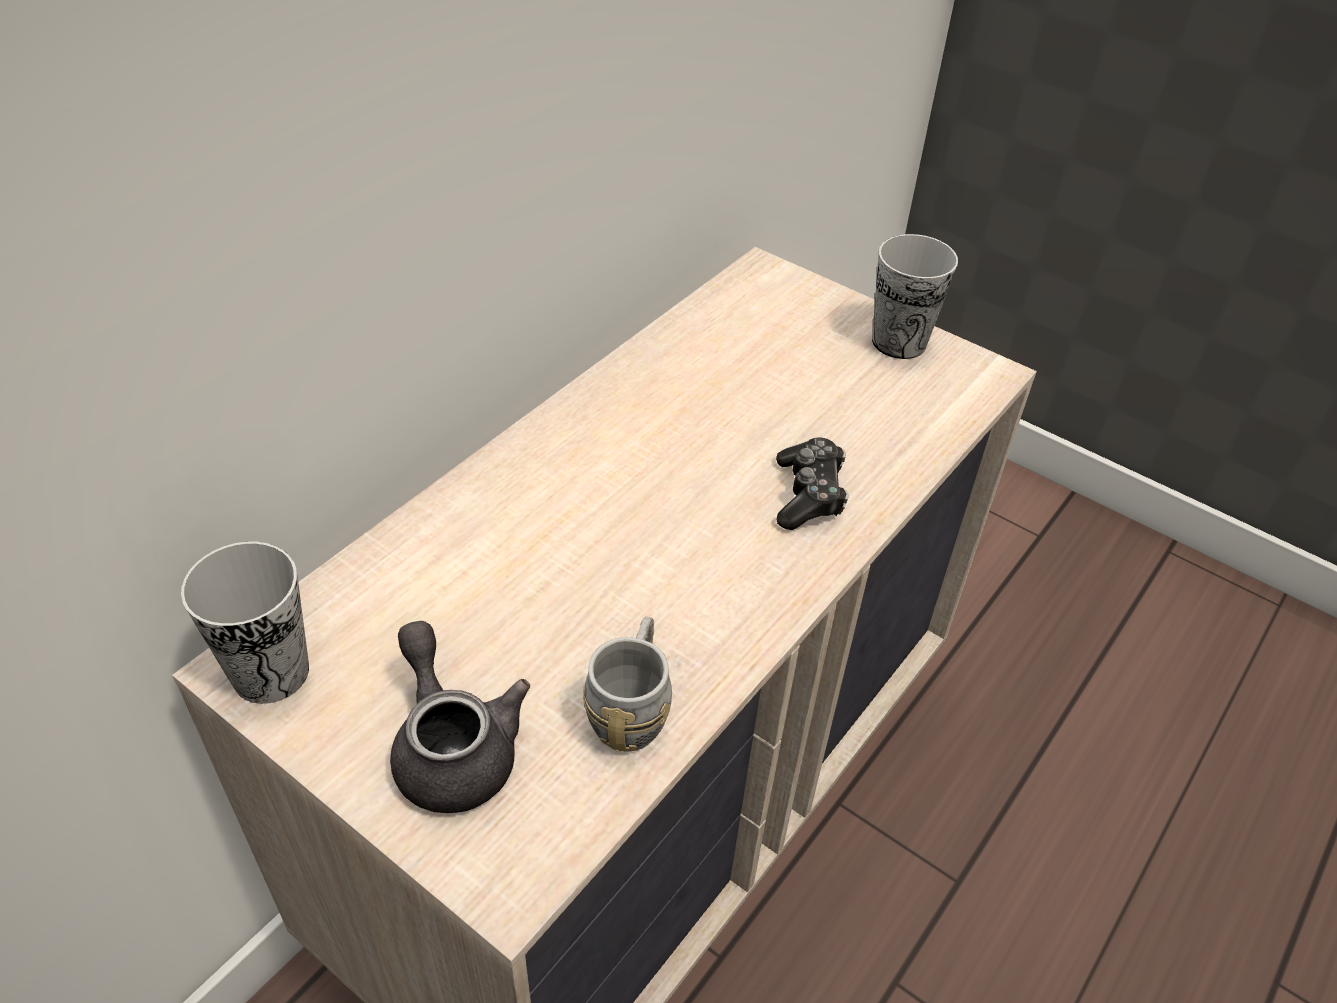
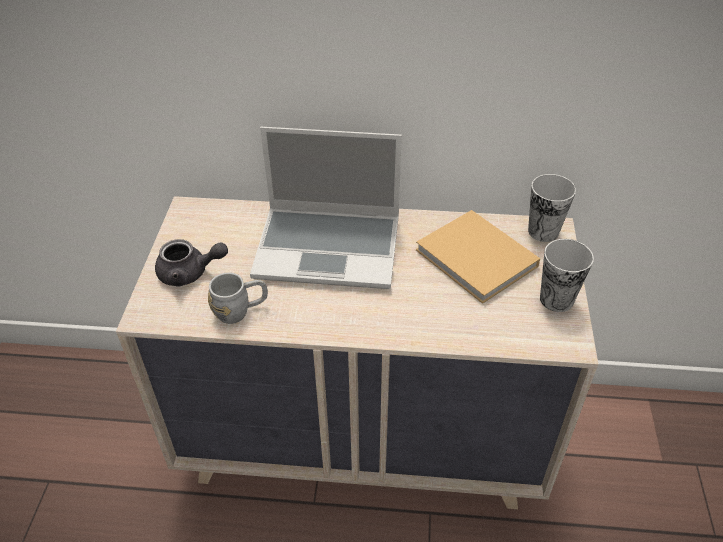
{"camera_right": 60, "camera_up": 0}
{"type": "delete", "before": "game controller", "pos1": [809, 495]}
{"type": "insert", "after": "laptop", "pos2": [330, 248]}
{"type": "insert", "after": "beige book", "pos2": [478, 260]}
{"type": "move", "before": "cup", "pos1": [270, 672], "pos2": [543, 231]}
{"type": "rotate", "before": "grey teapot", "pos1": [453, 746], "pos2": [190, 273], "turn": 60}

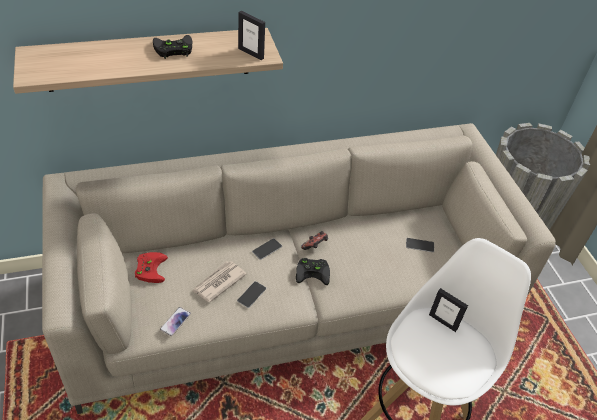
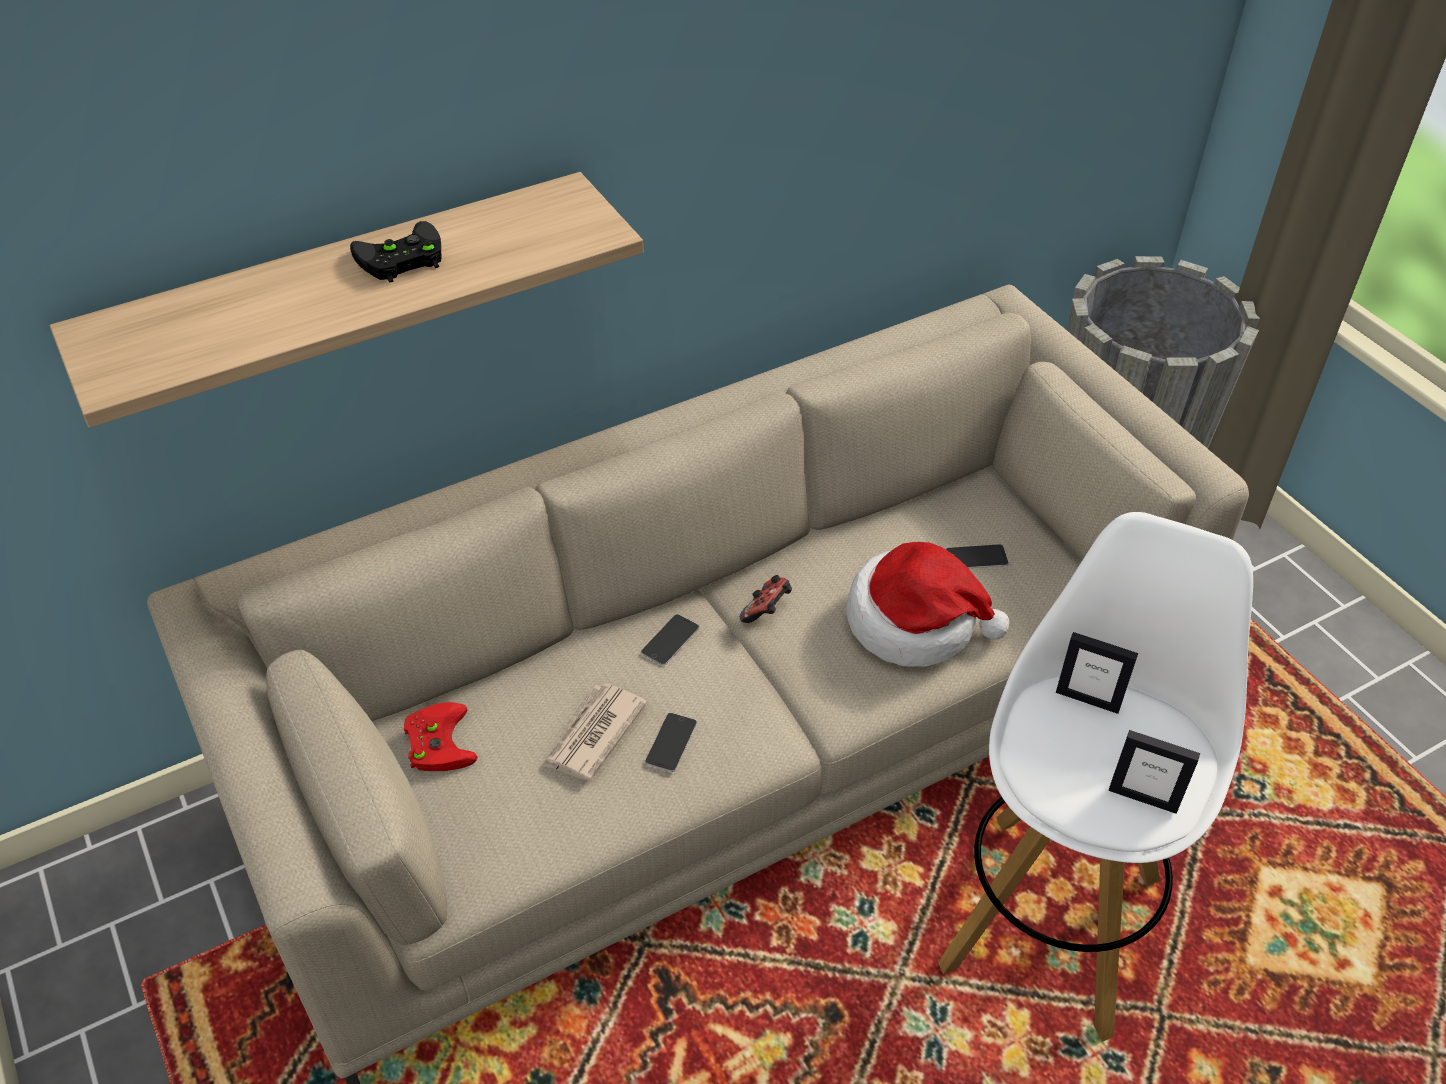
{"camera_right": -10, "camera_up": 0}
{"type": "delete", "before": "phone", "pos1": [175, 321]}
{"type": "delete", "before": "black game controller", "pos1": [313, 272]}
{"type": "insert", "after": "hat", "pos2": [915, 622]}
{"type": "move", "before": "picture frame", "pos1": [251, 53], "pos2": [1143, 798]}

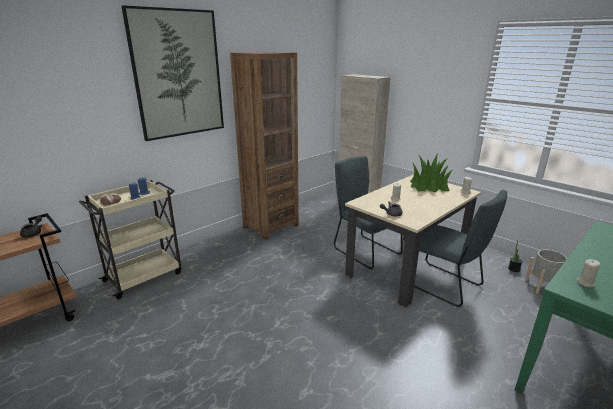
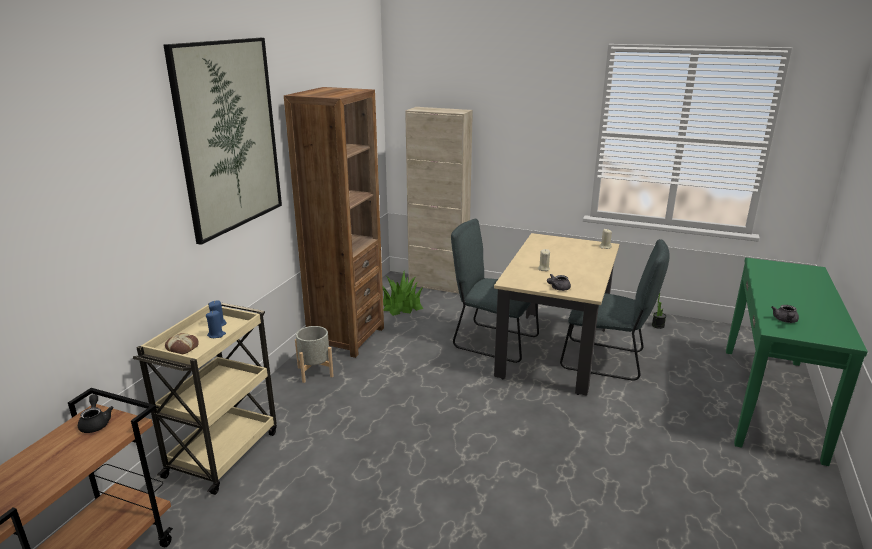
{"camera_right": -25, "camera_up": 0}
{"type": "move", "before": "potted plant", "pos1": [428, 186], "pos2": [401, 306]}
{"type": "move", "before": "grey planter", "pos1": [542, 287], "pos2": [315, 372]}
{"type": "replace", "before": "beige candle", "after": "grey teapot", "pos1": [585, 283], "pos2": [785, 321]}

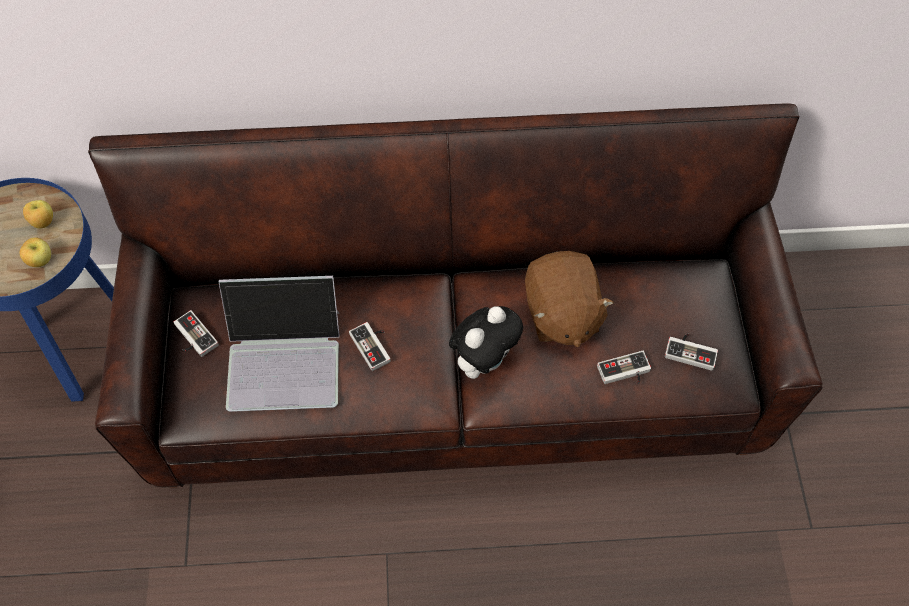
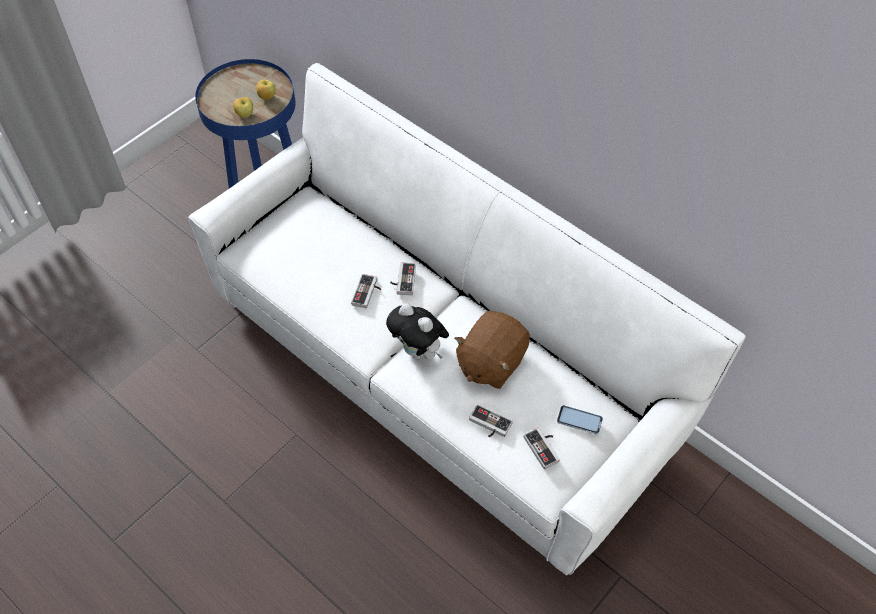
{"camera_right": 45, "camera_up": -5}
{"type": "delete", "before": "laptop", "pos1": [285, 358]}
{"type": "insert", "after": "phone", "pos2": [579, 420]}
{"type": "move", "before": "game controller", "pos1": [192, 338], "pos2": [402, 280]}
{"type": "recolor", "before": "brown sofa", "after": "white sofa", "pos1": [455, 376], "pos2": [439, 375]}
{"type": "rotate", "before": "plush toy", "pos1": [484, 361], "pos2": [419, 351], "turn": 45}

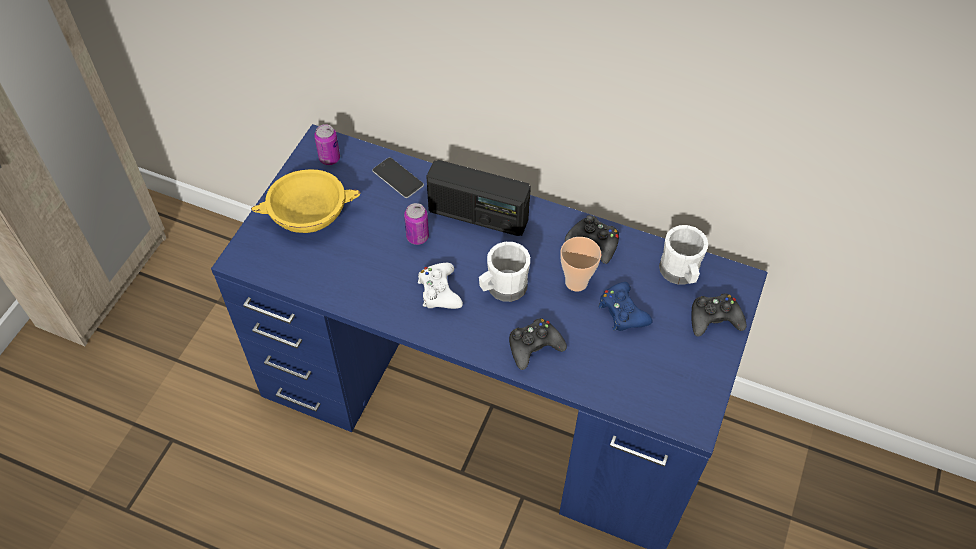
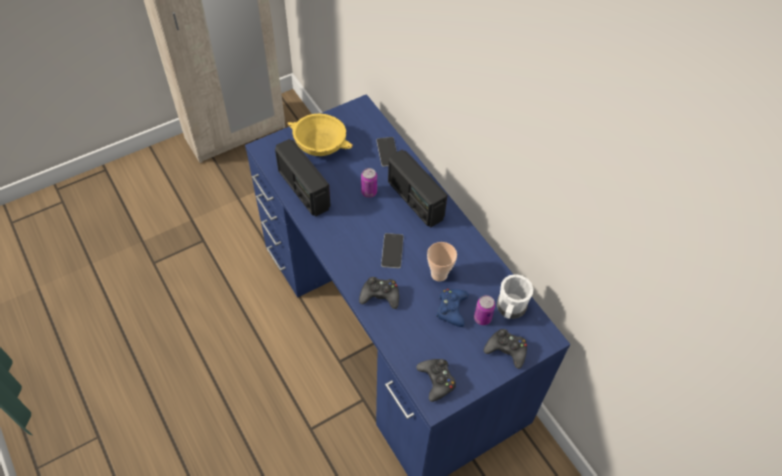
{"camera_right": 35, "camera_up": 0}
{"type": "delete", "before": "white game controller", "pos1": [439, 291]}
{"type": "insert", "after": "radio", "pos2": [303, 189]}
{"type": "move", "before": "can", "pos1": [329, 158], "pos2": [482, 318]}
{"type": "move", "before": "black game controller", "pos1": [594, 243], "pos2": [436, 380]}
{"type": "replace", "before": "white mug", "after": "phone", "pos1": [503, 287], "pos2": [392, 250]}

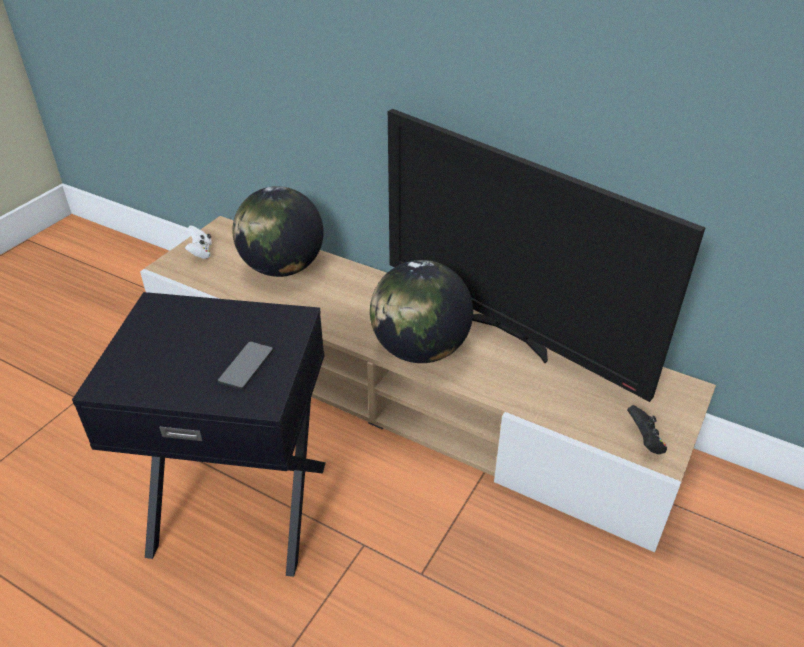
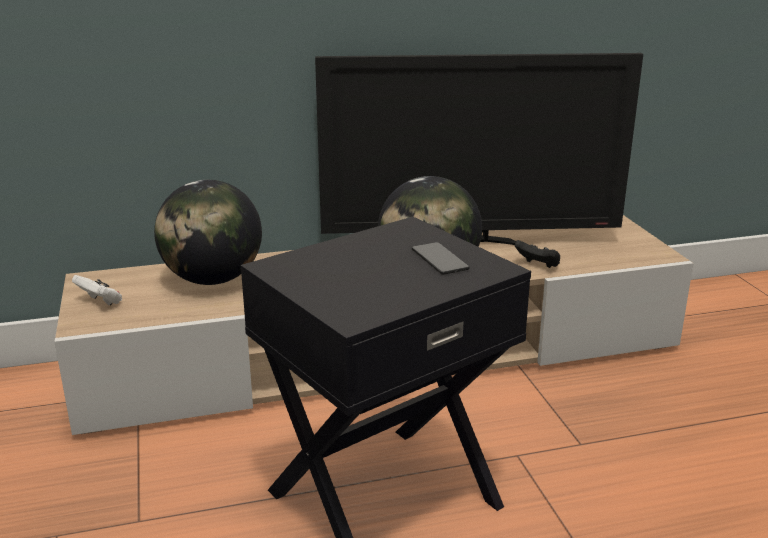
{"camera_right": -45, "camera_up": -15}
{"type": "move", "before": "black game controller", "pos1": [644, 441], "pos2": [538, 265]}

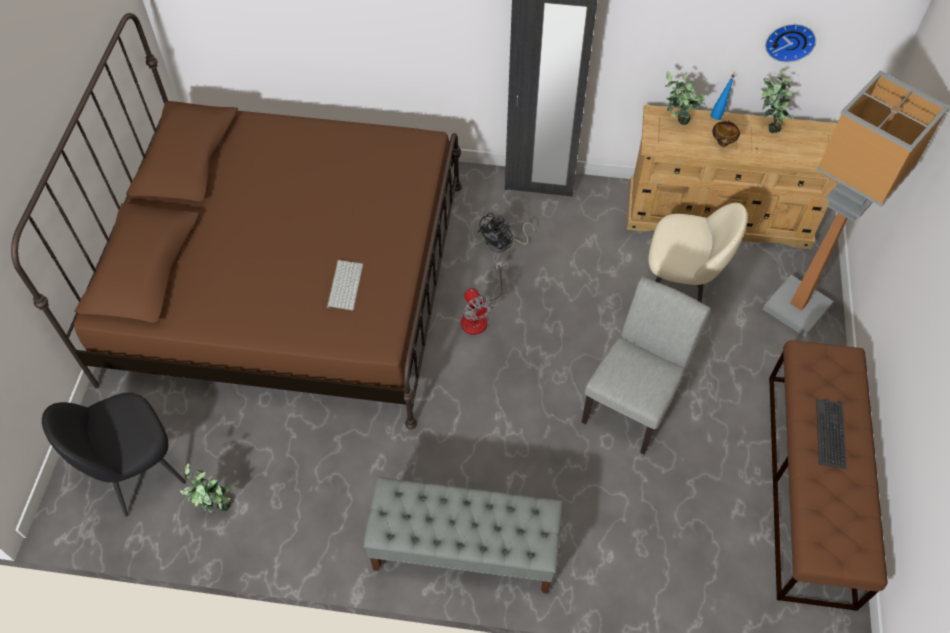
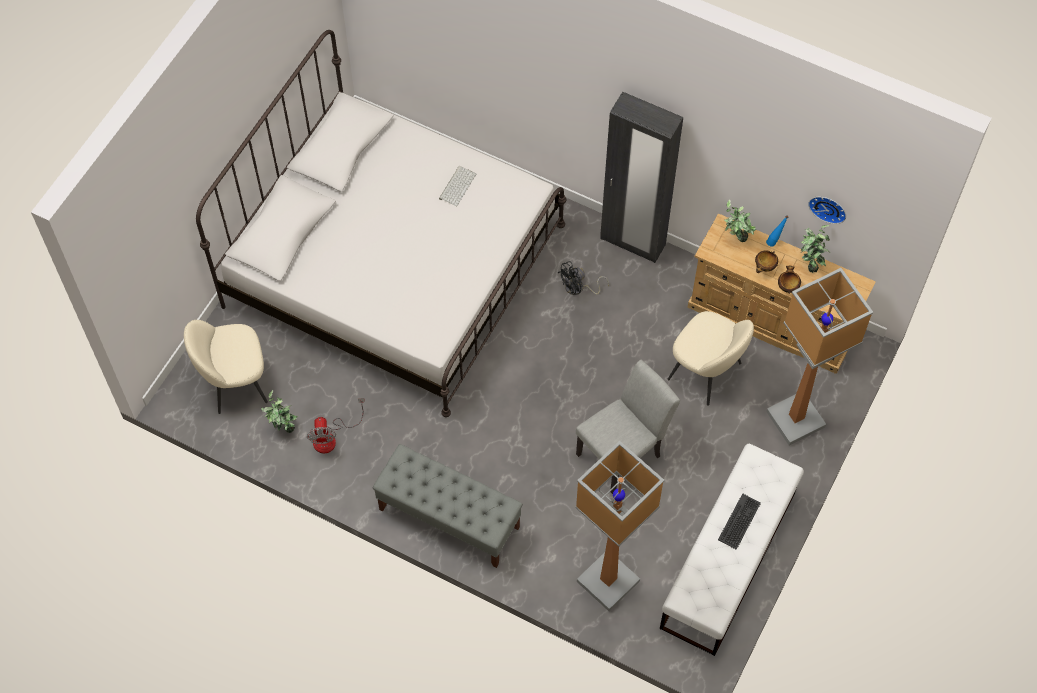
{"camera_right": 20, "camera_up": 5}
{"type": "insert", "after": "floor lamp", "pos2": [608, 582]}
{"type": "insert", "after": "bowl", "pos2": [787, 287]}
{"type": "move", "before": "keyboard", "pos1": [344, 285], "pos2": [457, 185]}
{"type": "move", "before": "fan", "pos1": [478, 315], "pos2": [331, 437]}
{"type": "recolor", "before": "brown bed", "after": "white bed", "pos1": [288, 280], "pos2": [393, 265]}
{"type": "recolor", "before": "black chair", "after": "beige chair", "pos1": [137, 471], "pos2": [235, 382]}
{"type": "recolor", "before": "brown bench", "after": "white bench", "pos1": [810, 487], "pos2": [728, 560]}

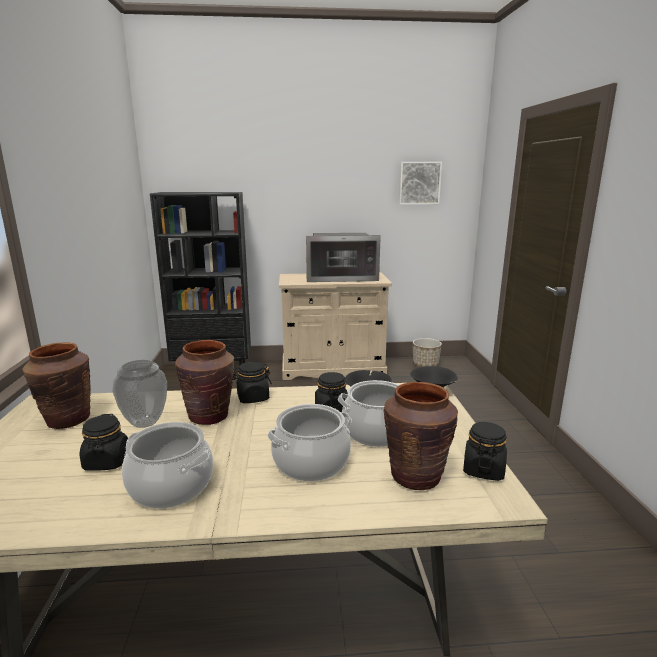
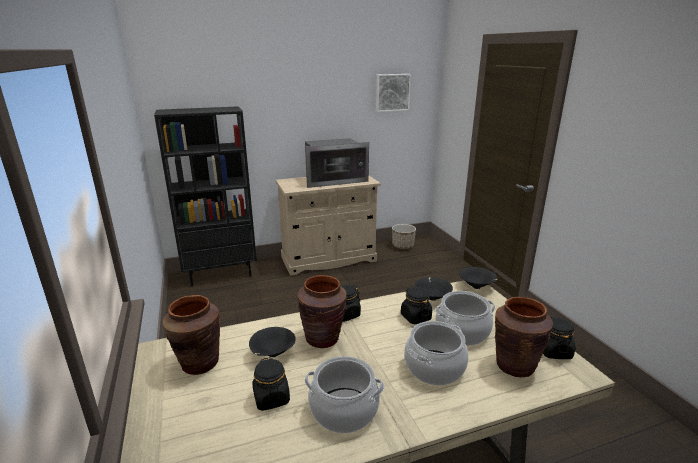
{"camera_right": -15, "camera_up": 5}
{"type": "replace", "before": "vase", "after": "black bowl", "pos1": [144, 423], "pos2": [272, 354]}

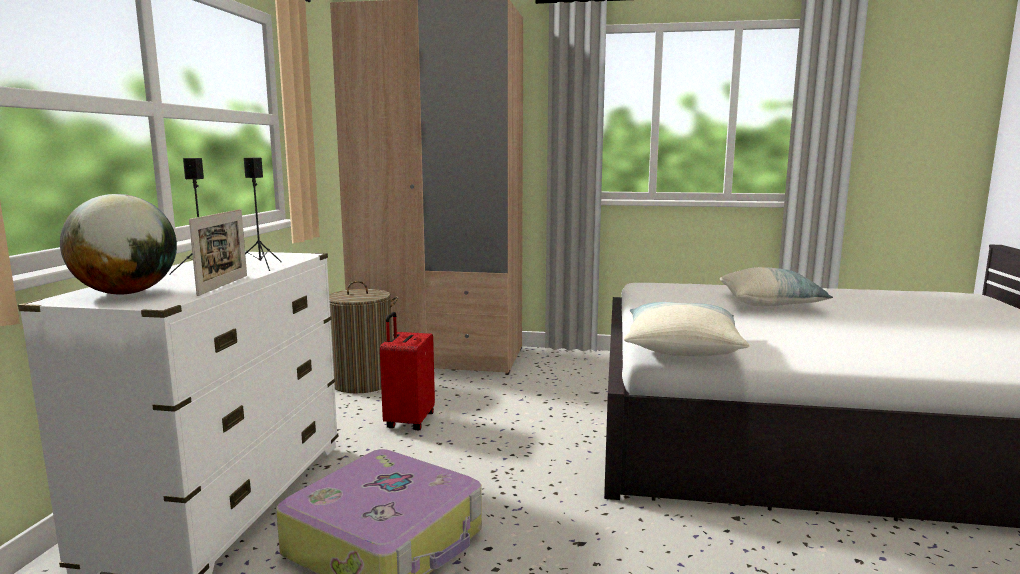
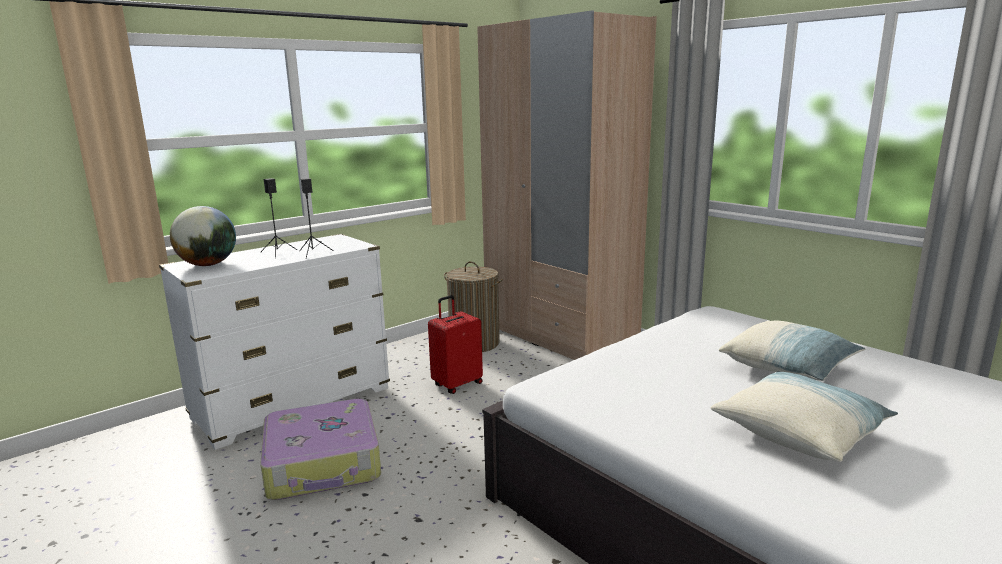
{"camera_right": 40, "camera_up": 5}
{"type": "delete", "before": "picture frame", "pos1": [223, 285]}
{"type": "move", "before": "pillow", "pos1": [681, 347], "pos2": [800, 432]}

